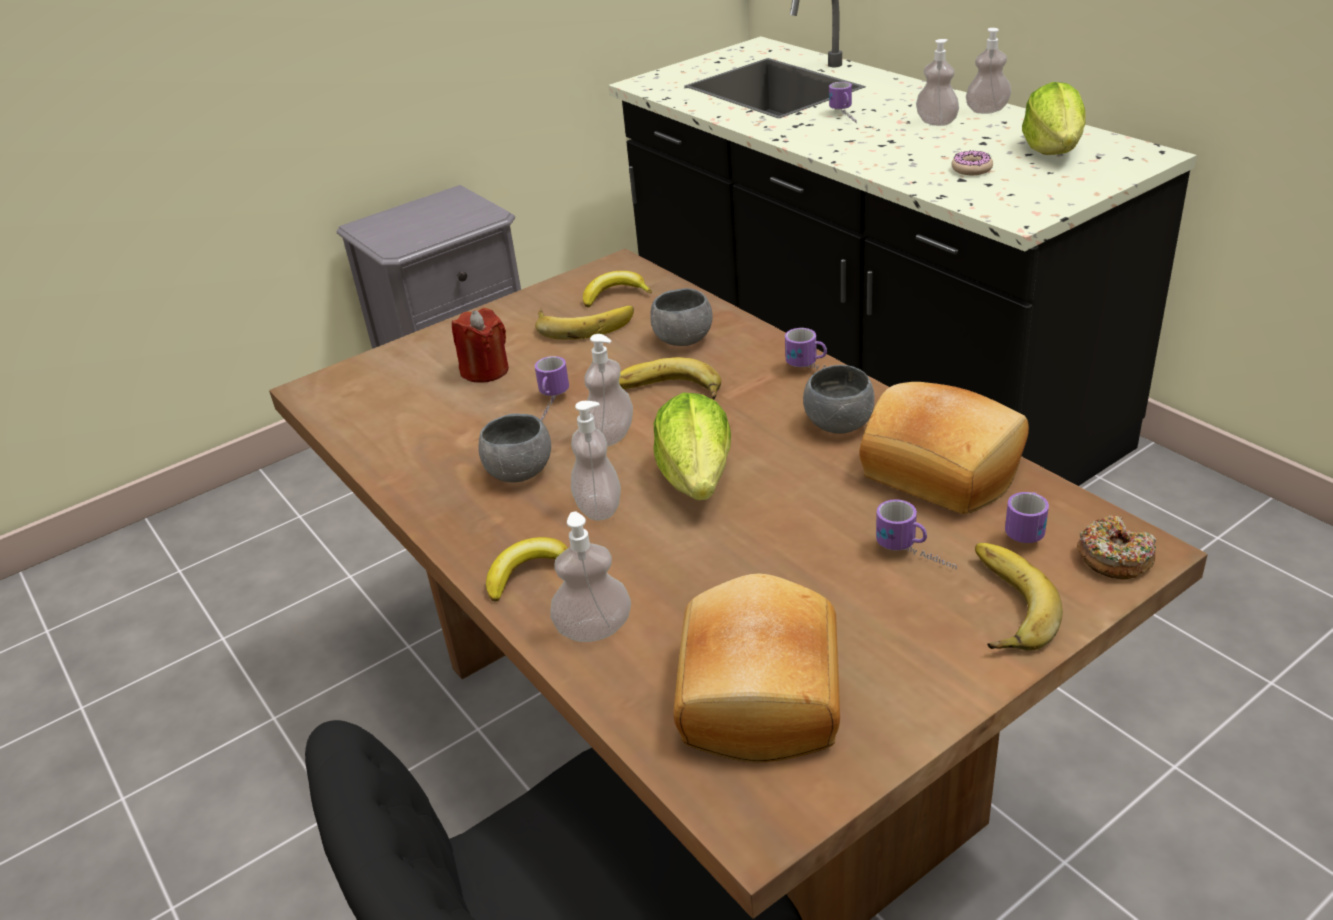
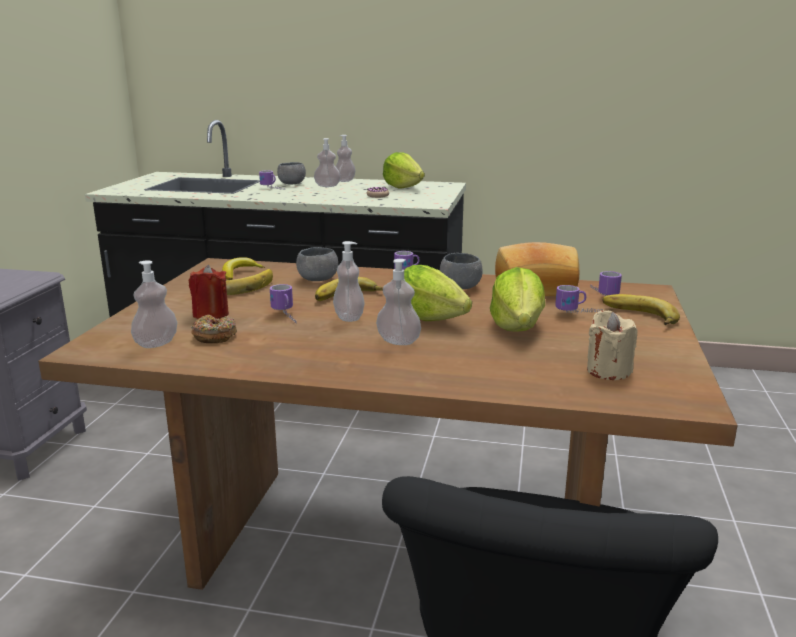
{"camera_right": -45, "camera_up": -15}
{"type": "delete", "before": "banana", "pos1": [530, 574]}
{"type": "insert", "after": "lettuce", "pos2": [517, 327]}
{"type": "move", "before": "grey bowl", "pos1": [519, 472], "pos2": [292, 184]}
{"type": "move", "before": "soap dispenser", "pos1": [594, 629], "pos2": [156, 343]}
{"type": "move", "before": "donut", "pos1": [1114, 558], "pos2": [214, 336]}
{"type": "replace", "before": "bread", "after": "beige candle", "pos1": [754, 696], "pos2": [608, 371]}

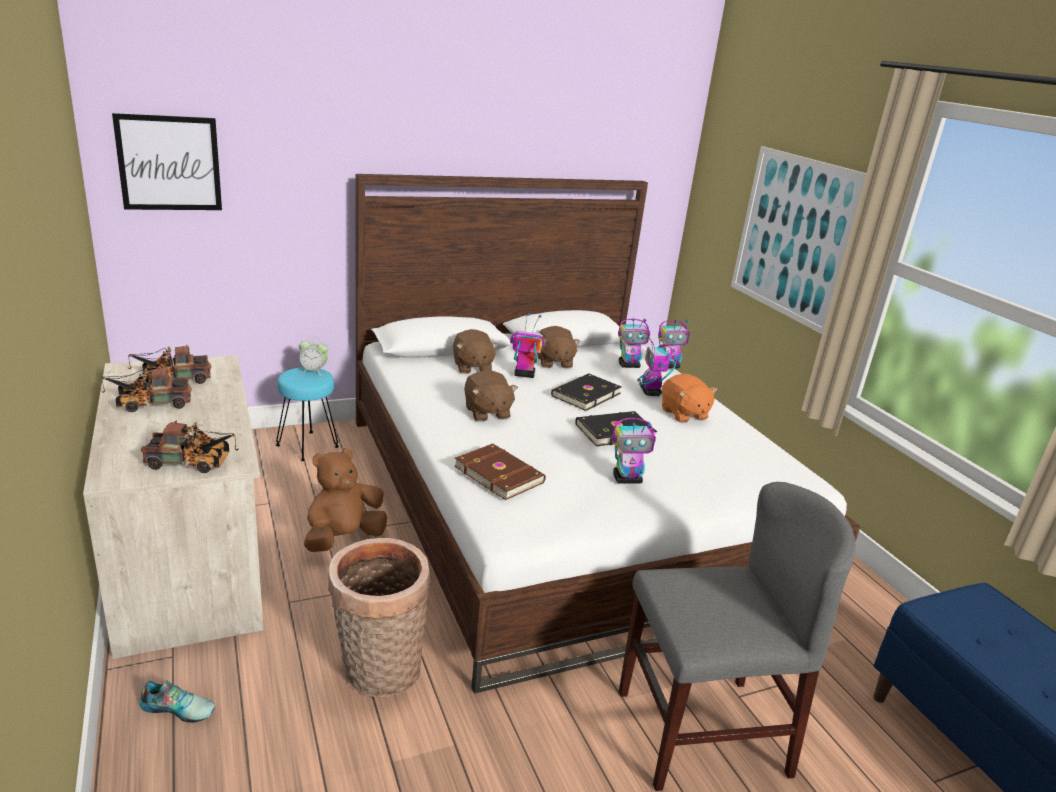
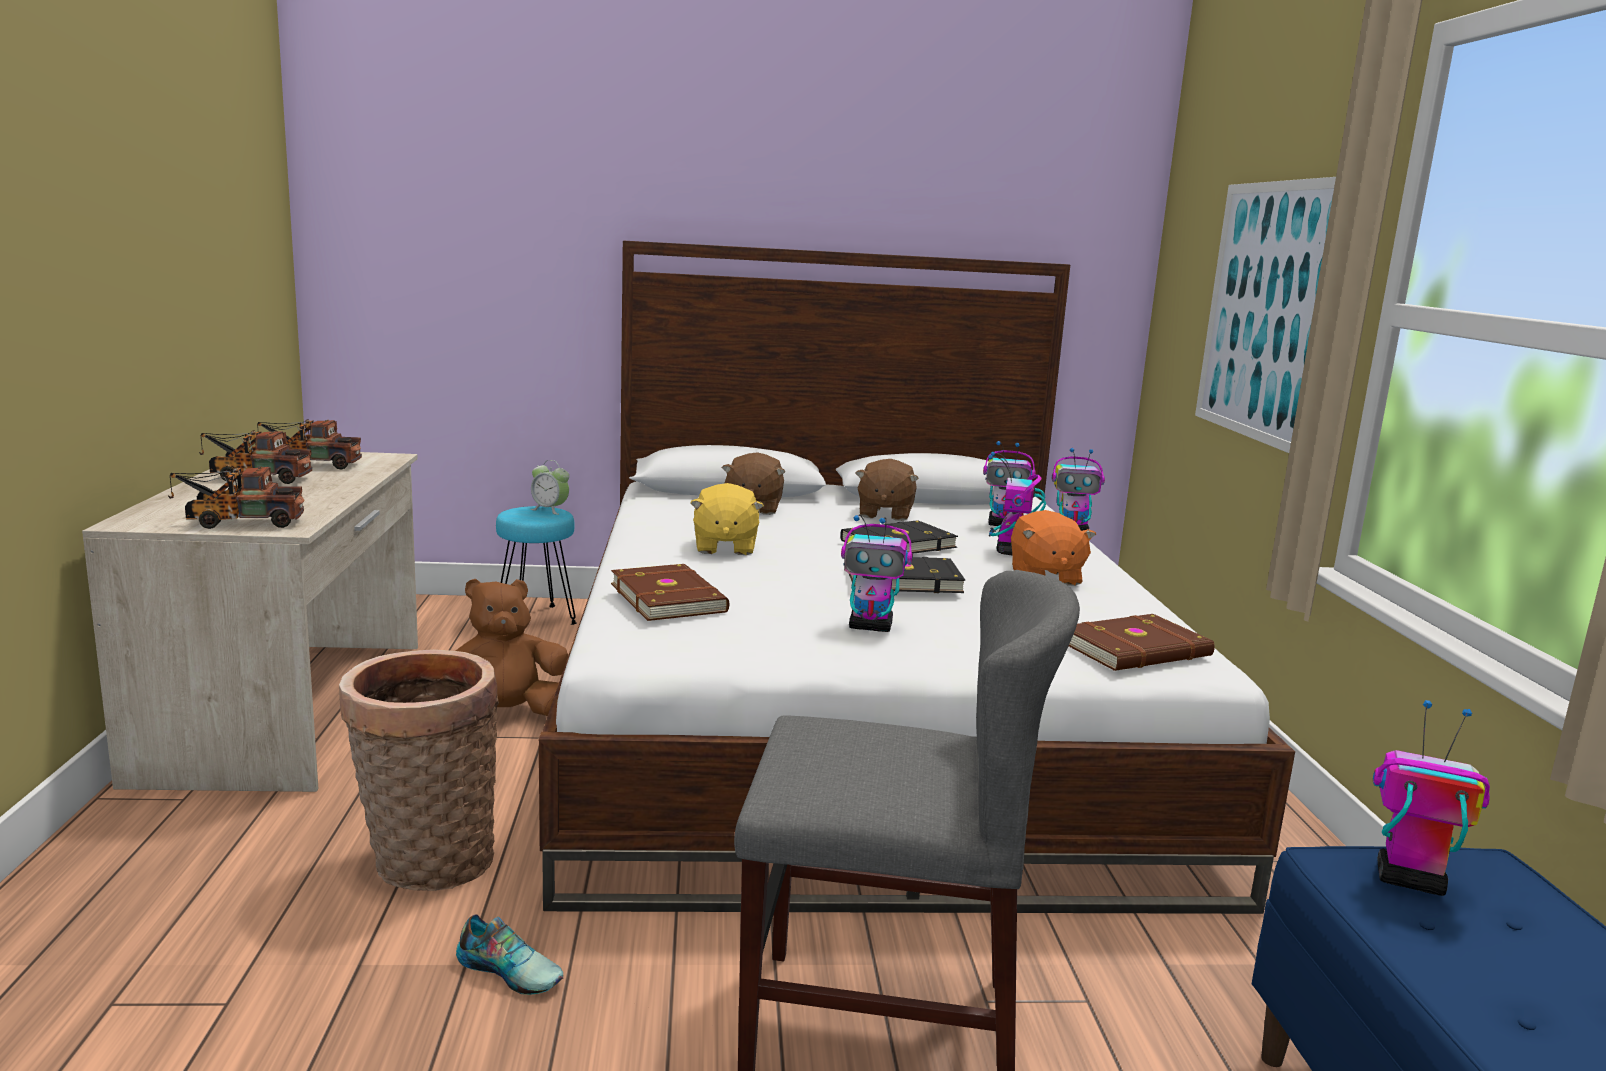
{"camera_right": 20, "camera_up": -10}
{"type": "delete", "before": "picture", "pos1": [169, 163]}
{"type": "insert", "after": "brown book", "pos2": [1137, 650]}
{"type": "move", "before": "shoe", "pos1": [179, 707], "pos2": [511, 970]}
{"type": "move", "before": "toy robot", "pos1": [524, 374], "pos2": [1407, 880]}
{"type": "recolor", "before": "brown plush toy", "after": "yellow plush toy", "pos1": [487, 413], "pos2": [724, 547]}
{"type": "rotate", "before": "toy truck", "pos1": [193, 463], "pos2": [238, 522], "turn": 150}

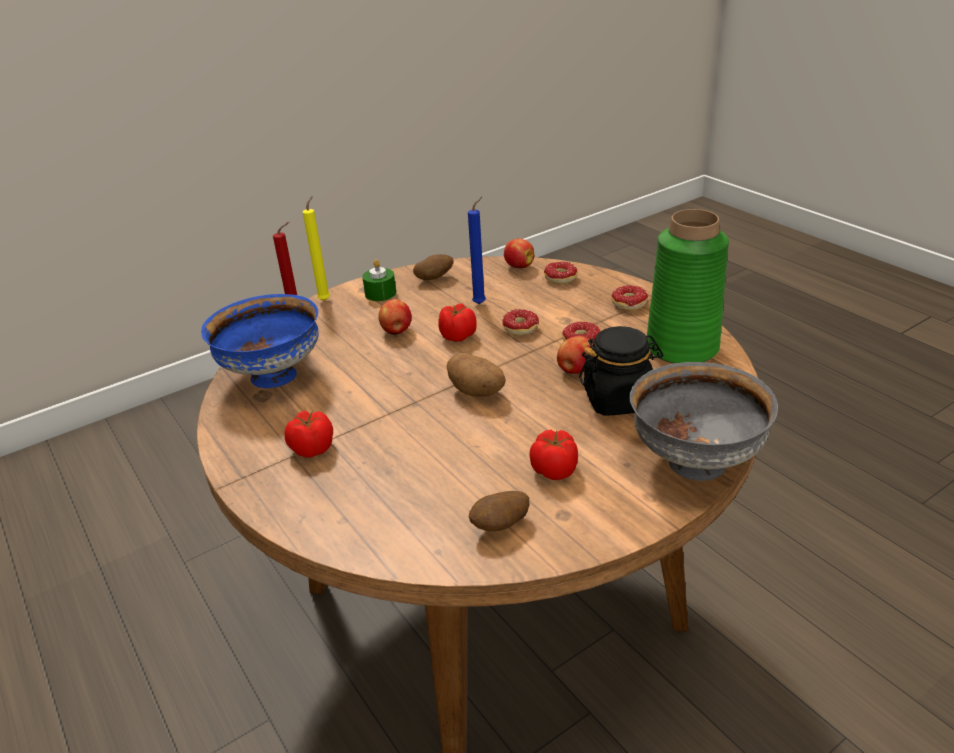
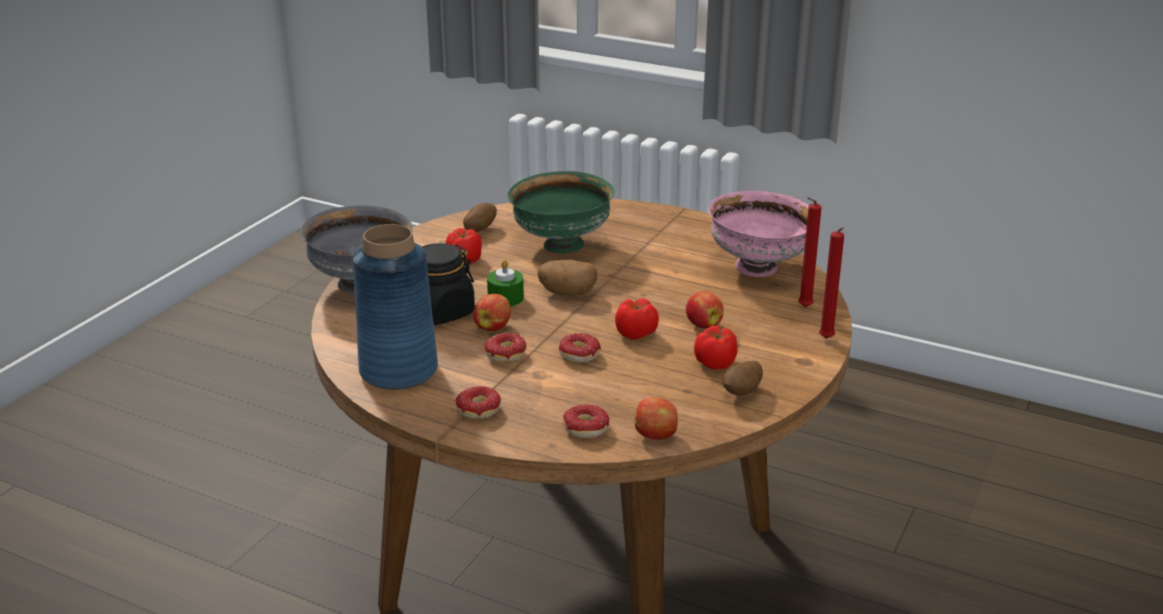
{"camera_right": 150, "camera_up": -5}
{"type": "delete", "before": "blue candle", "pos1": [481, 303]}
{"type": "insert", "after": "green bowl", "pos2": [561, 246]}
{"type": "move", "before": "tomato", "pos1": [311, 448], "pos2": [716, 363]}
{"type": "move", "before": "green candle", "pos1": [380, 293], "pos2": [505, 298]}
{"type": "recolor", "before": "blue bowl", "after": "pink bowl", "pos1": [272, 376], "pos2": [758, 267]}
{"type": "recolor", "before": "yellow candle", "after": "red candle", "pos1": [325, 300], "pos2": [826, 340]}
{"type": "recolor", "before": "green vase", "after": "blue vase", "pos1": [681, 347], "pos2": [399, 370]}

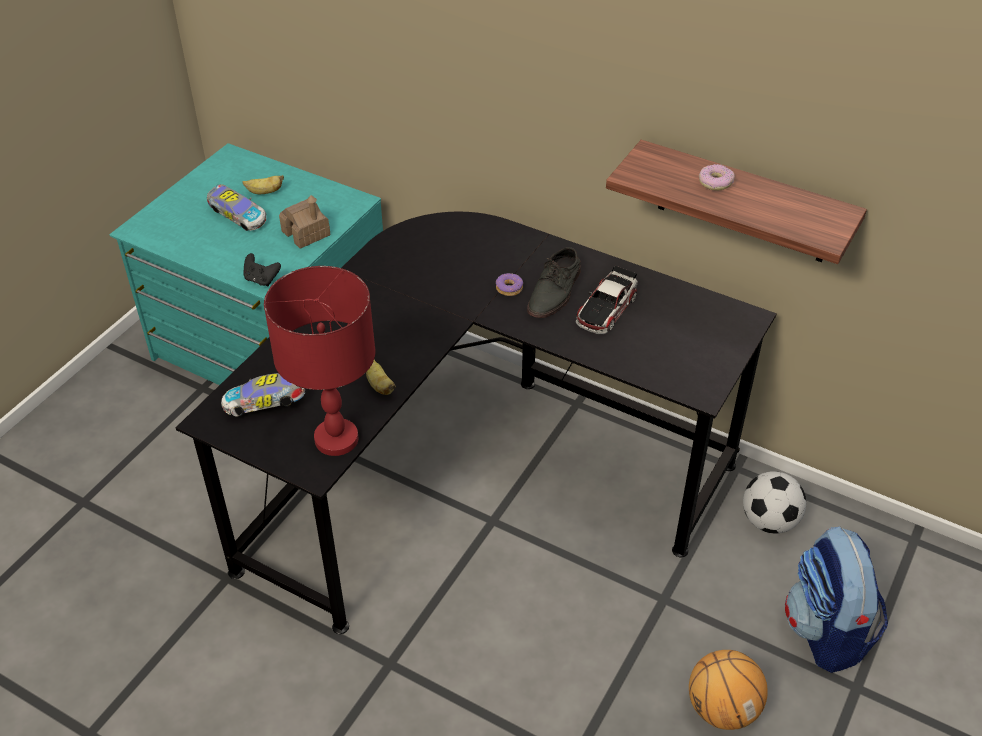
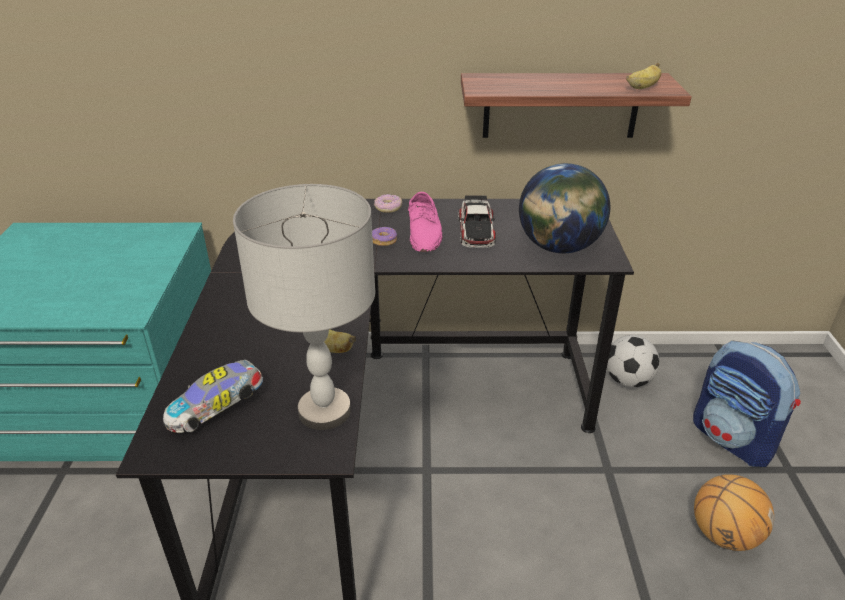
{"camera_right": -30, "camera_up": -10}
{"type": "delete", "before": "toy car", "pos1": [237, 216]}
{"type": "delete", "before": "black game controller", "pos1": [261, 280]}
{"type": "delete", "before": "toy house", "pos1": [306, 233]}
{"type": "insert", "after": "globe", "pos2": [558, 247]}
{"type": "move", "before": "banana", "pos1": [264, 192], "pos2": [642, 87]}
{"type": "move", "before": "donut", "pos1": [715, 182], "pos2": [388, 207]}
{"type": "recolor", "before": "red table lamp", "after": "grey table lamp", "pos1": [335, 439], "pos2": [323, 412]}
{"type": "recolor", "before": "grey shoe", "after": "pink shoe", "pos1": [555, 292], "pos2": [424, 232]}

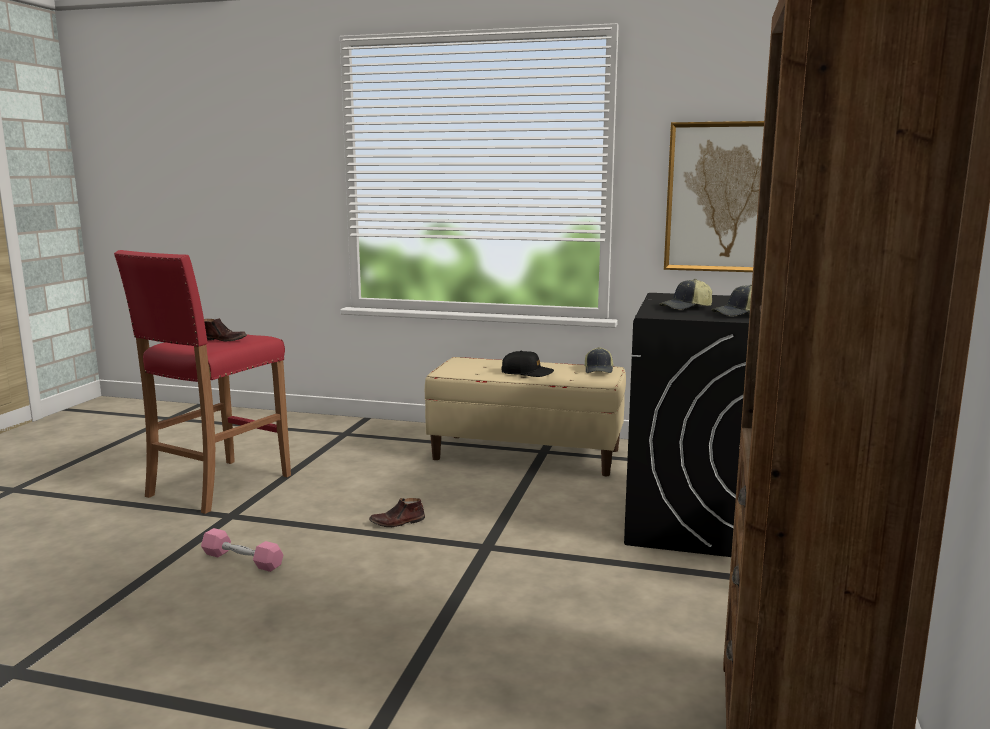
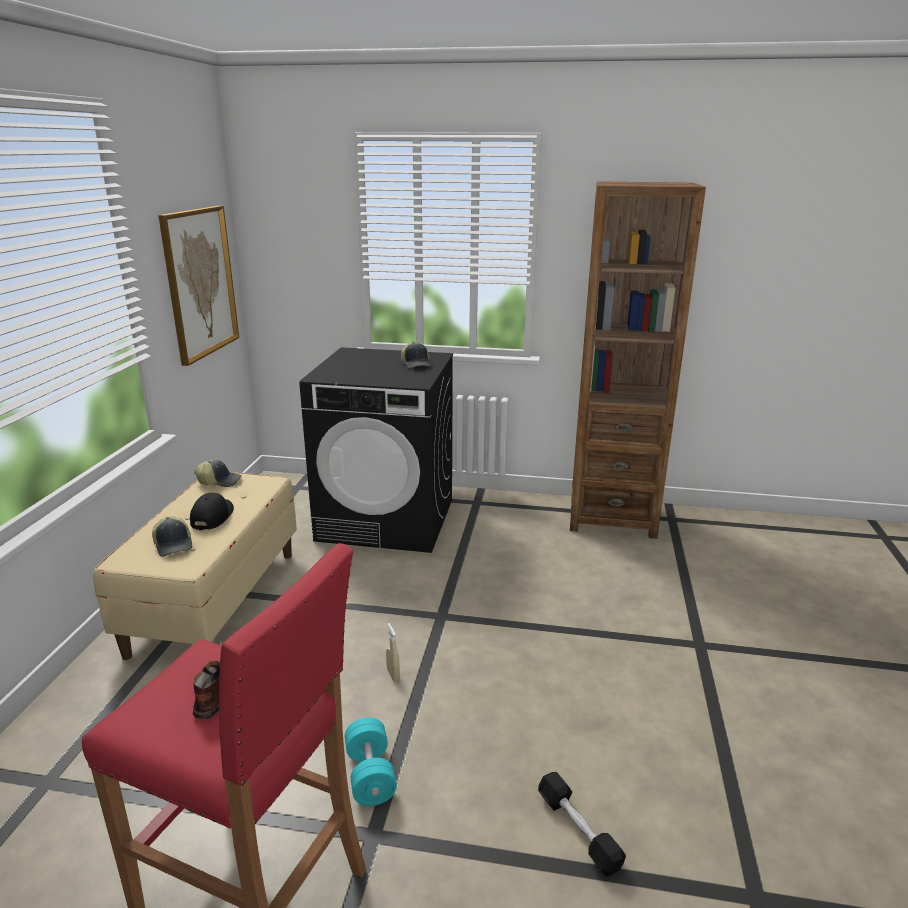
{"camera_right": -95, "camera_up": 10}
{"type": "delete", "before": "pink dumbbell", "pos1": [242, 560]}
{"type": "insert", "after": "turquoise dumbbell", "pos2": [370, 775]}
{"type": "insert", "after": "black dumbbell", "pos2": [578, 831]}
{"type": "move", "before": "cap", "pos1": [686, 308], "pos2": [174, 545]}
{"type": "replace", "before": "brown shoe", "after": "beige spray bottle", "pos1": [397, 522], "pos2": [393, 675]}

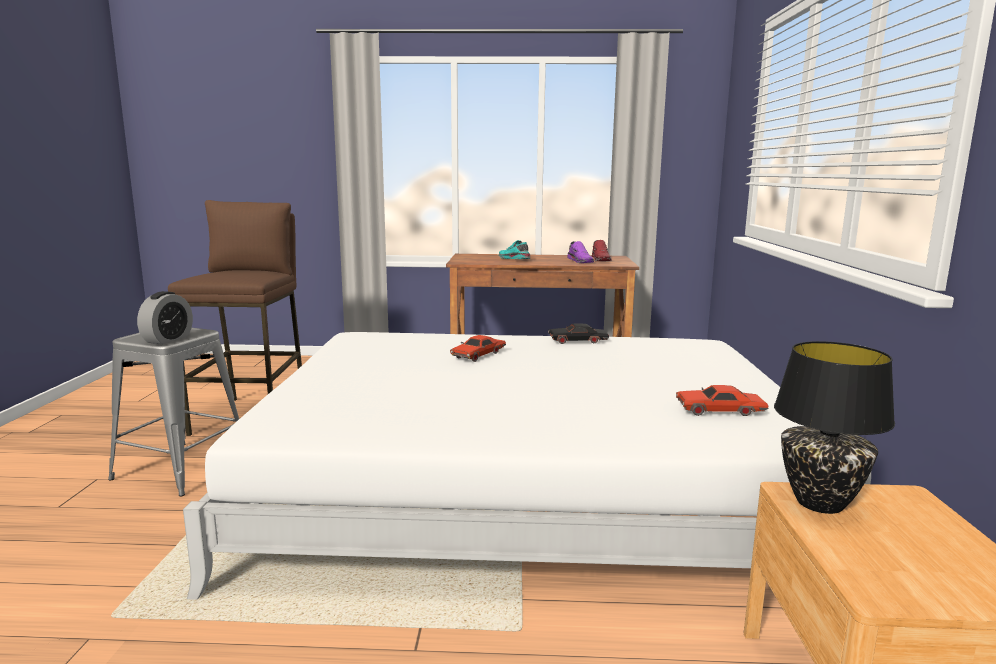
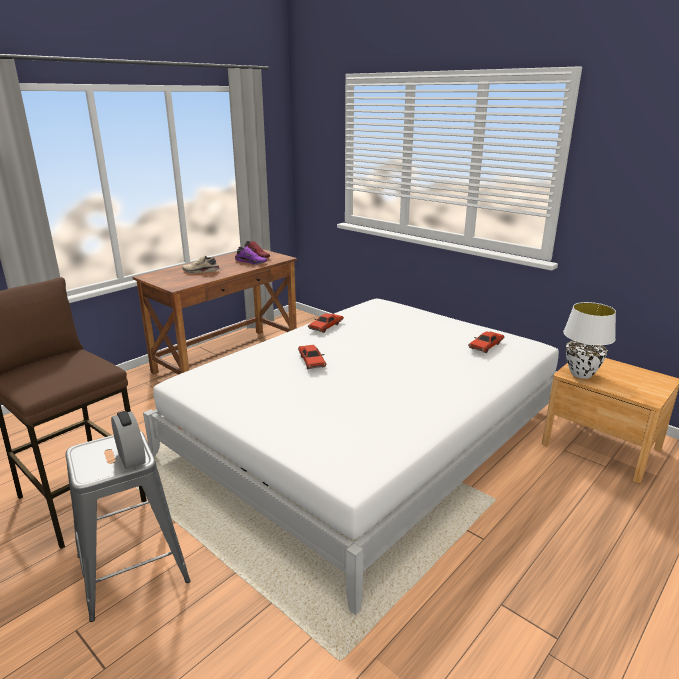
{"camera_right": -50, "camera_up": 10}
{"type": "recolor", "before": "turquoise shoe", "after": "beige shoe", "pos1": [513, 259], "pos2": [200, 272]}
{"type": "recolor", "before": "black toy car", "after": "red toy car", "pos1": [578, 341], "pos2": [326, 326]}
{"type": "recolor", "before": "black table lamp", "after": "white table lamp", "pos1": [819, 502], "pos2": [580, 374]}

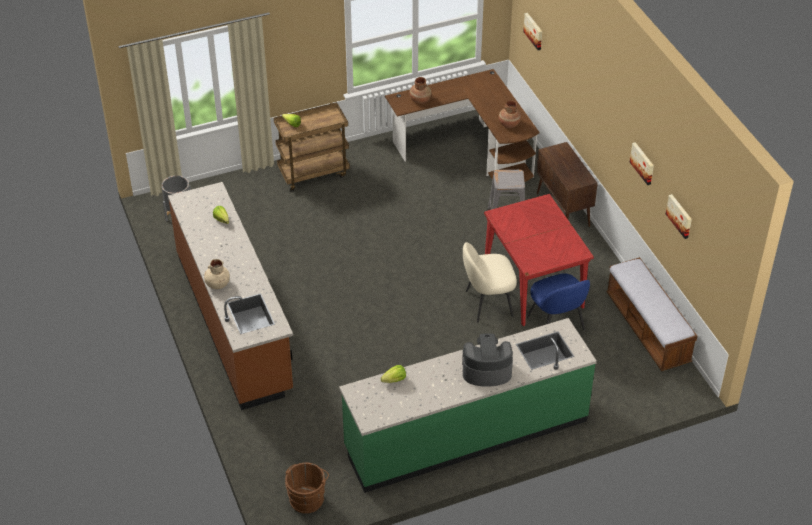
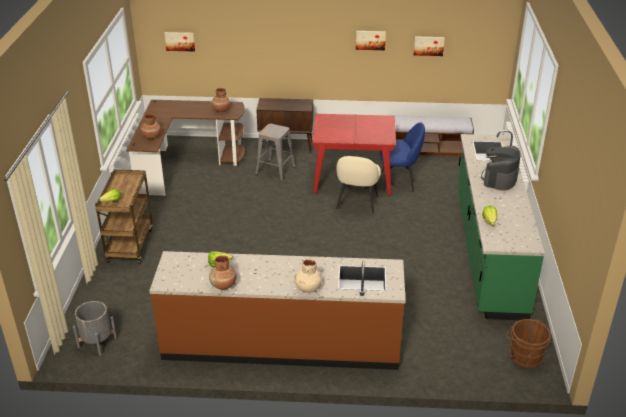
{"camera_right": -65, "camera_up": -10}
{"type": "insert", "after": "brown vase", "pos2": [223, 285]}

